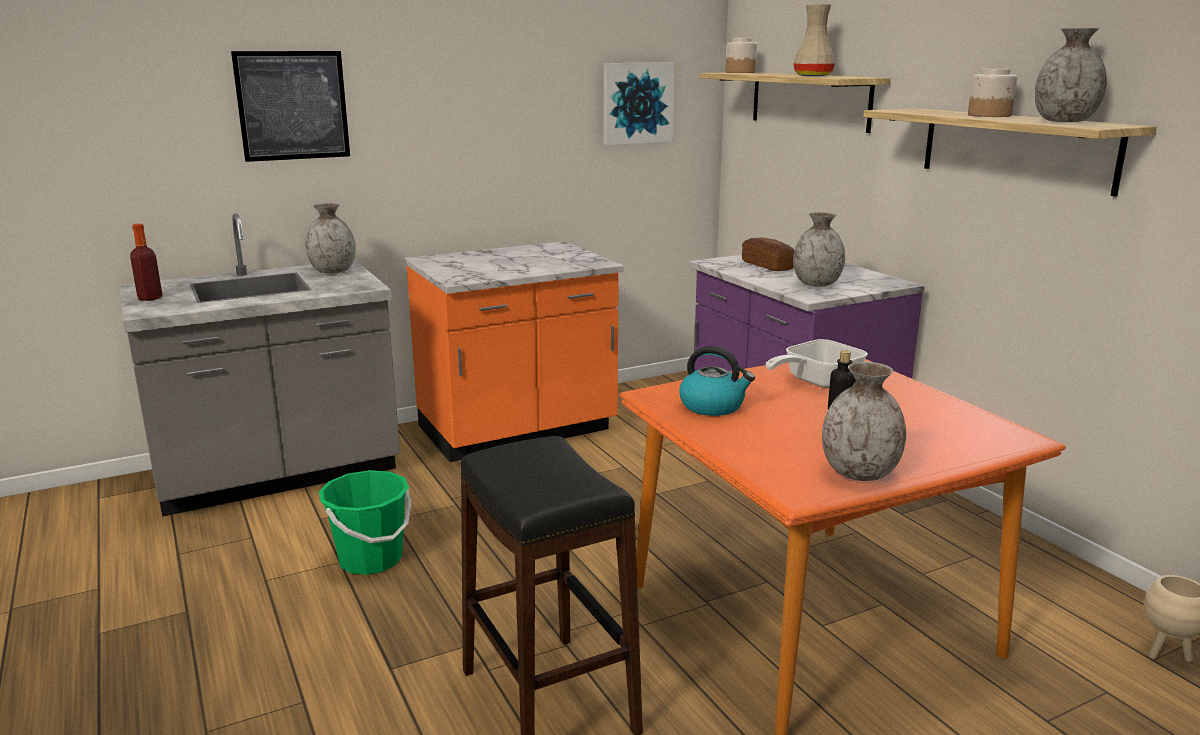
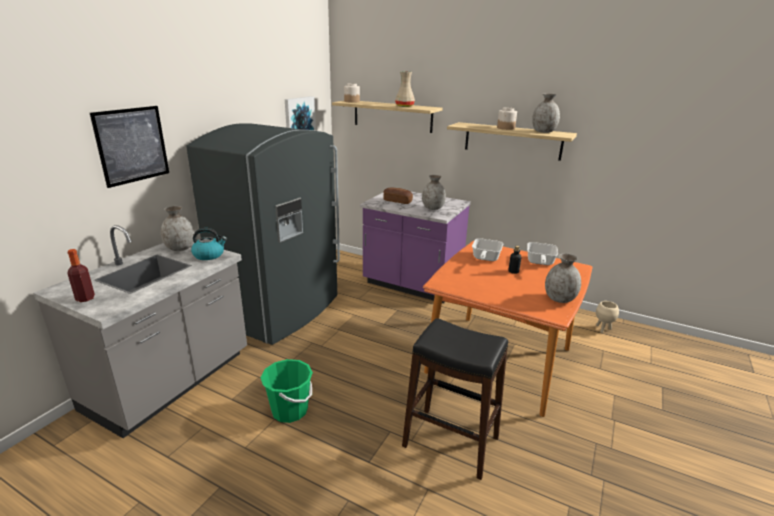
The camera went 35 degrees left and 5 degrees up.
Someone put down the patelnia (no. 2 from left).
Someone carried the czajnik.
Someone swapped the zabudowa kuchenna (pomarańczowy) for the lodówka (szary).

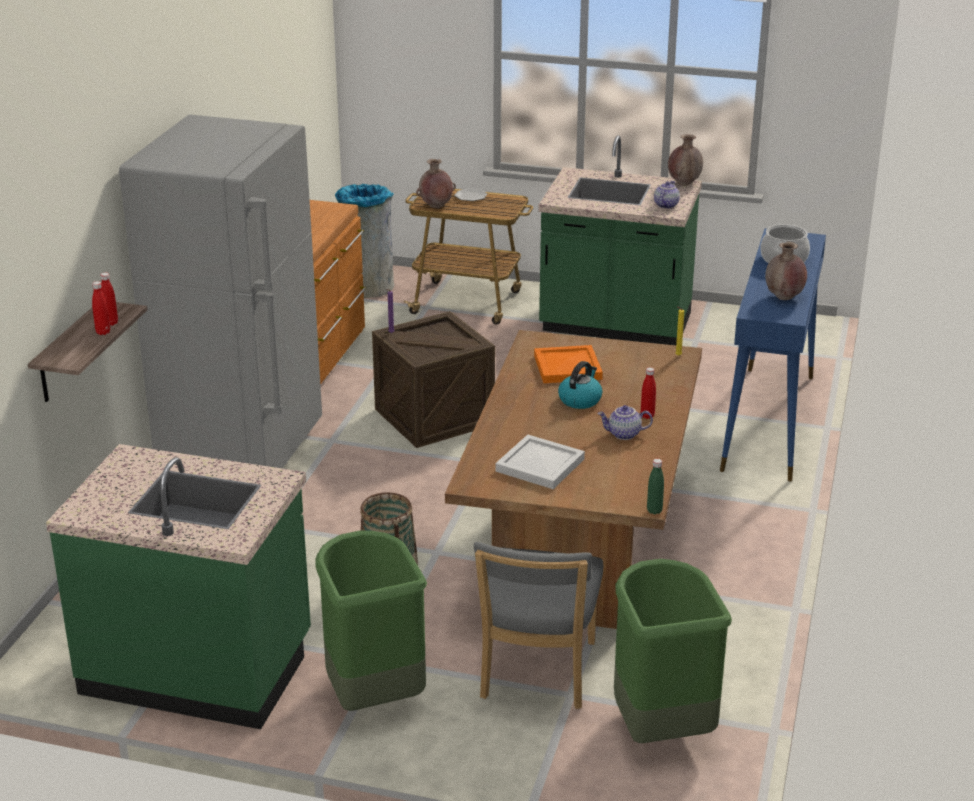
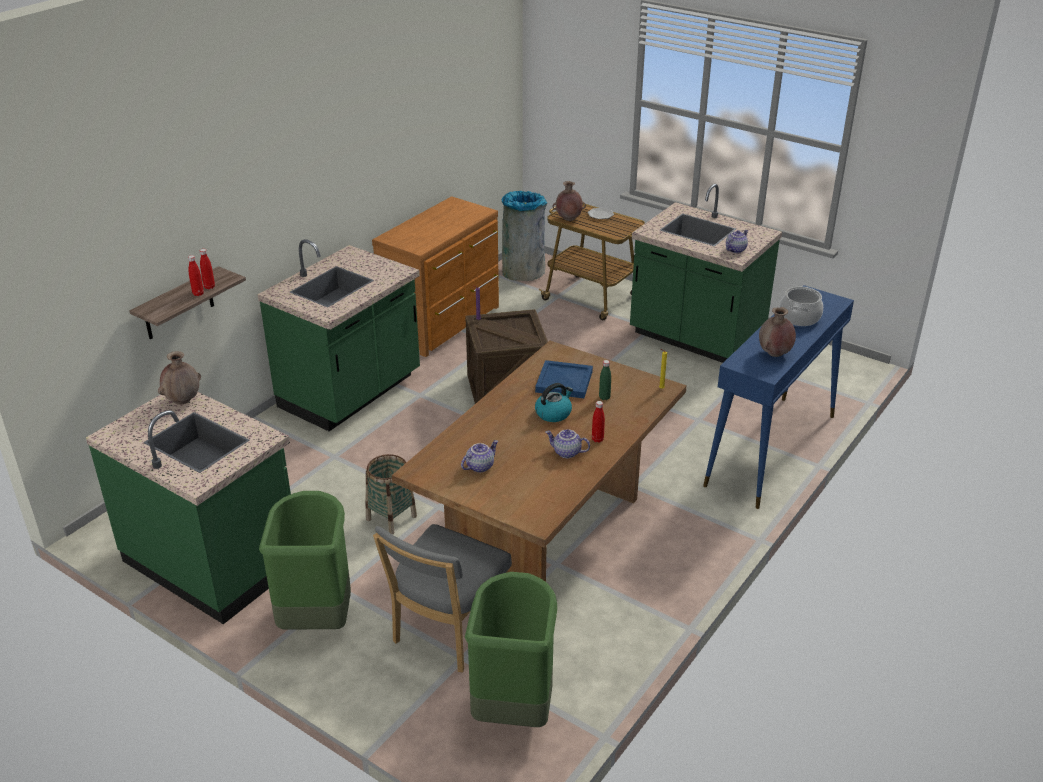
The camera went 20 degrees right and 5 degrees up.
Someone carried the butelka (zielony).
Someone carried the wazon (brązowy) (no. 2 from left in the first image).
Someone swapped the lodówka (szary) for the zabudowa kuchenna (zielony) (no. 2 from left).
Someone swapped the taca (biały) for the imbryk (no. 1 from left).
Someone repainted the taca (pomarańczowy), which became the taca (niebieski).

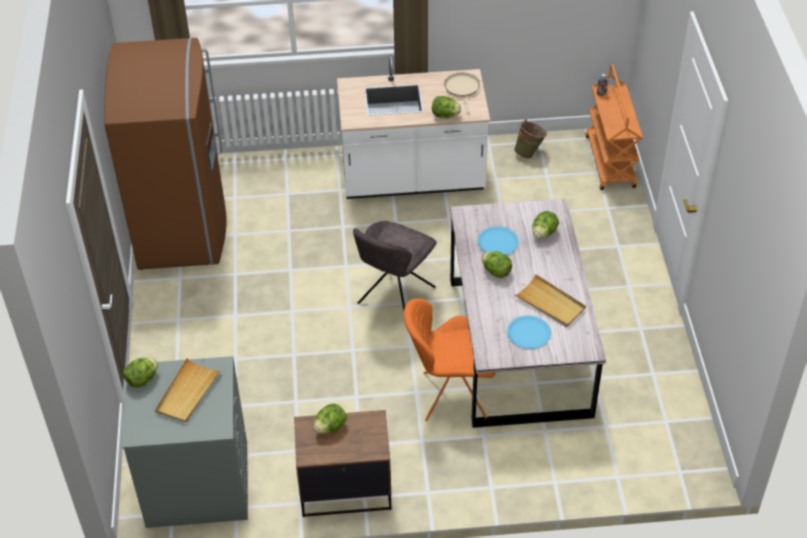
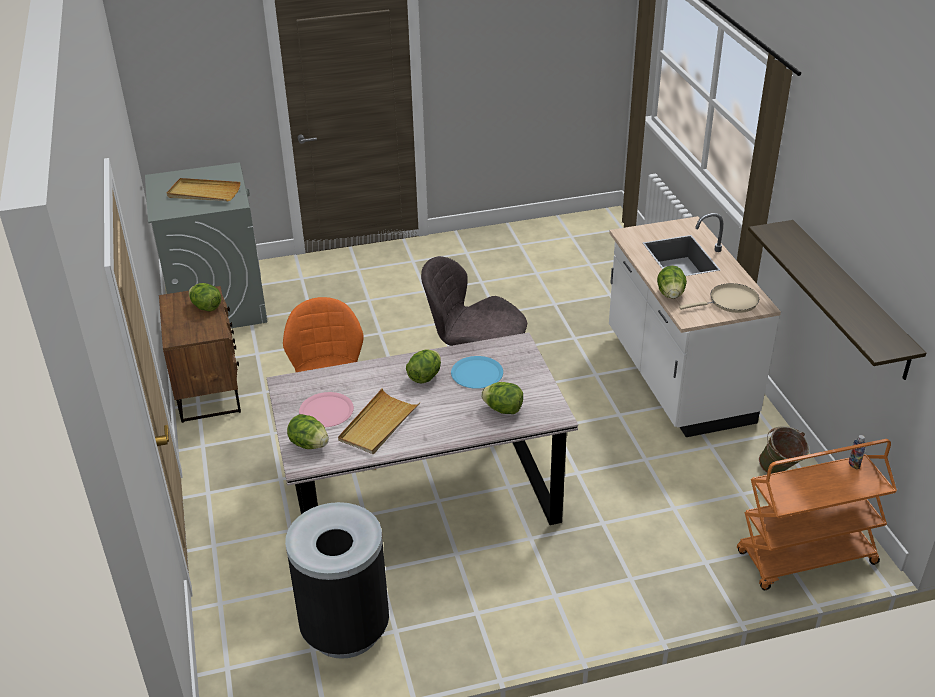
The camera went 80 degrees right and 10 degrees down.
Someone took away the lodówka (brązowy).
Someone put down the kosz na śmieci (czarny).
Someone put up the półka.
Someone carried the sałata (no. 1 from left in the first image).
Someone repainted the talerz (niebieski) (no. 2 from left), which became the talerz (różowy).

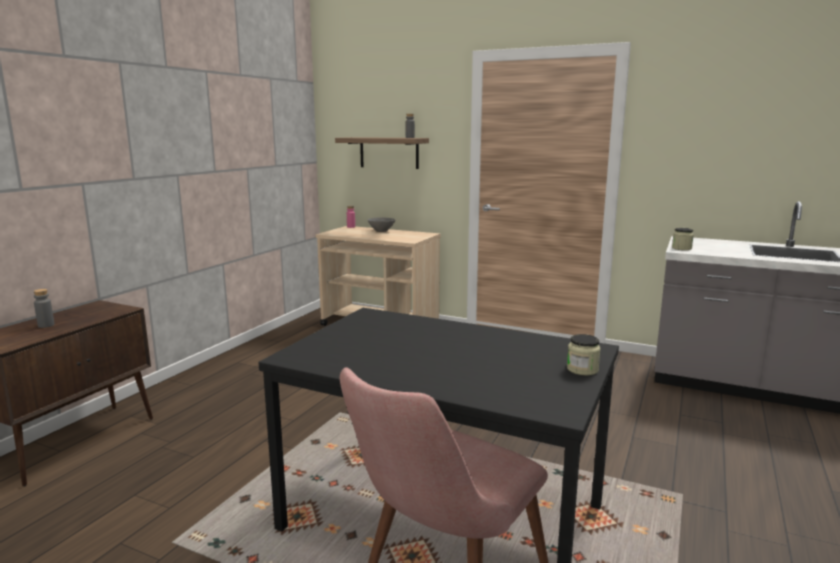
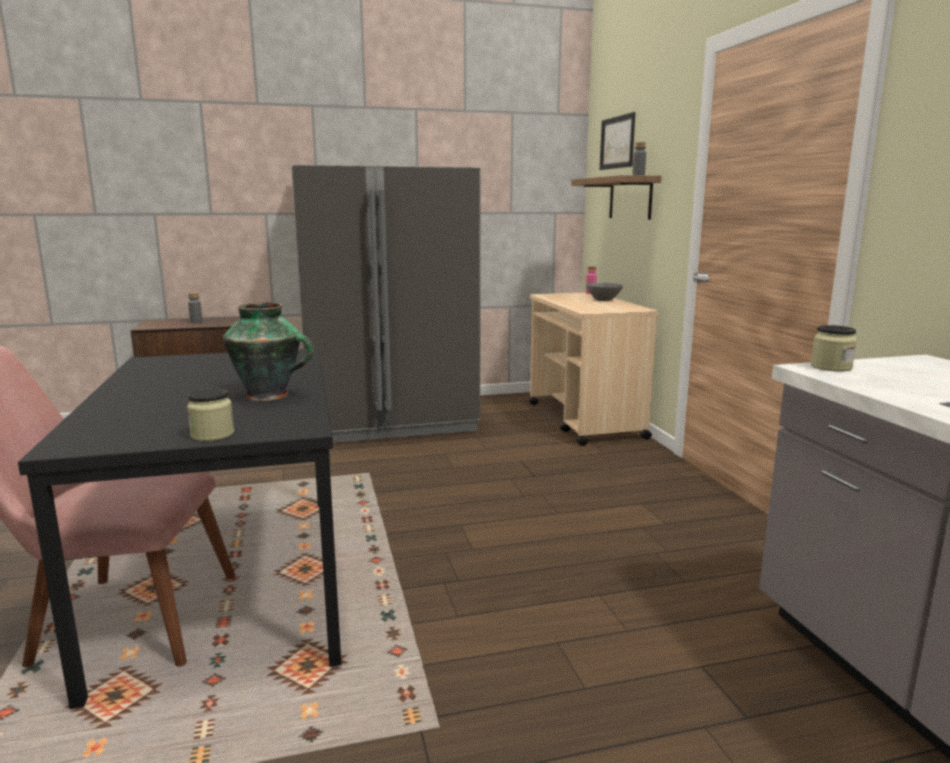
The camera went 50 degrees right and 0 degrees up.
Someone put down the wazon.
Someone put down the lodówka (szary).
Someone put up the obraz.

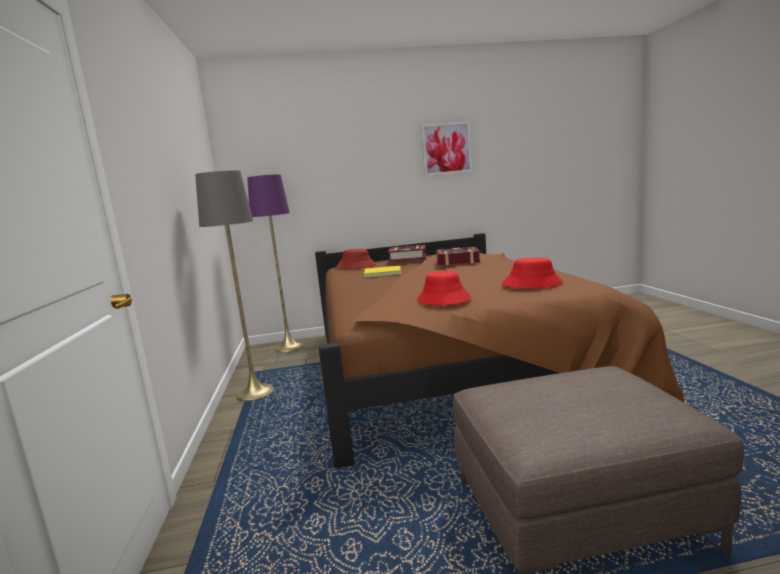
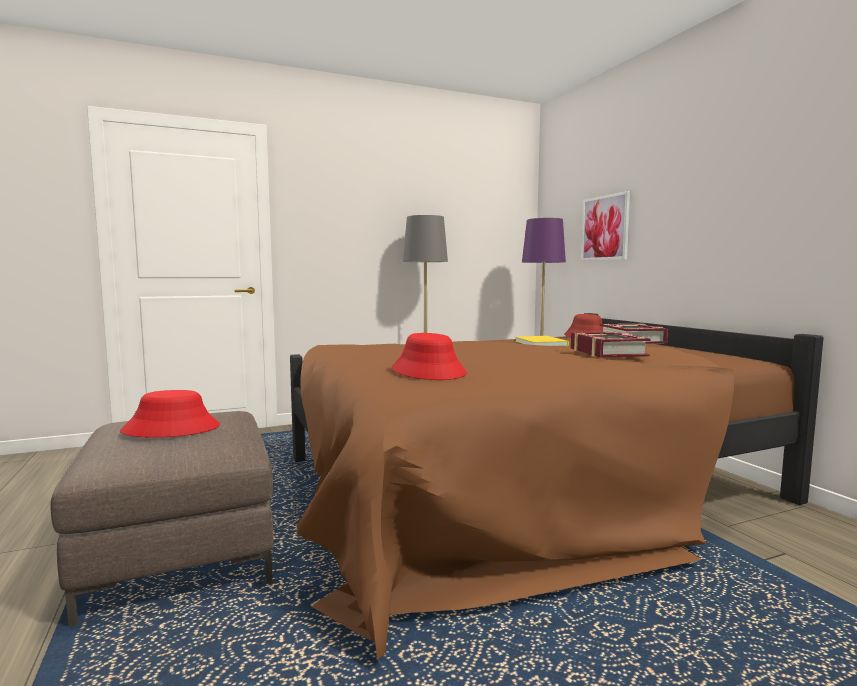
The camera went 75 degrees right and 5 degrees down.
Someone carried the kapelusz (czerwony) (no. 2 from left in the first image).
Someone carried the obraz.

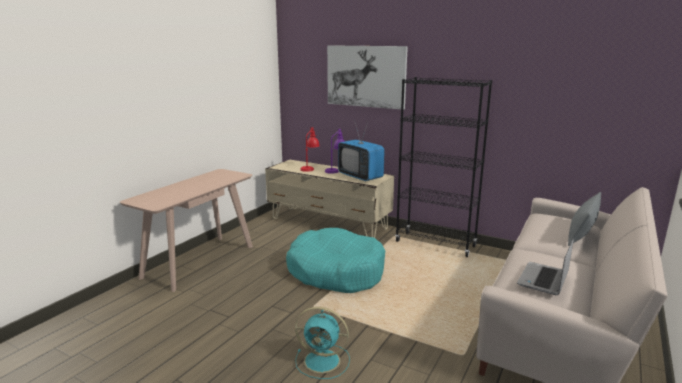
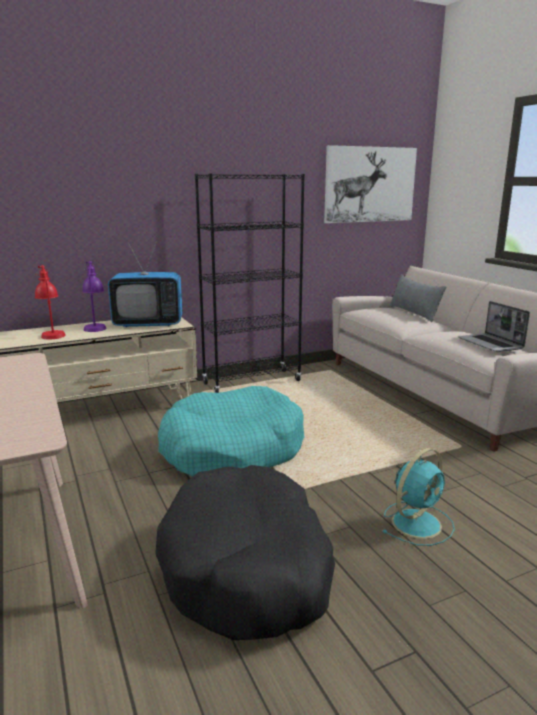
The camera went 55 degrees left and 0 degrees up.
Someone put down the legowisko (czarny).
Someone carried the obraz.

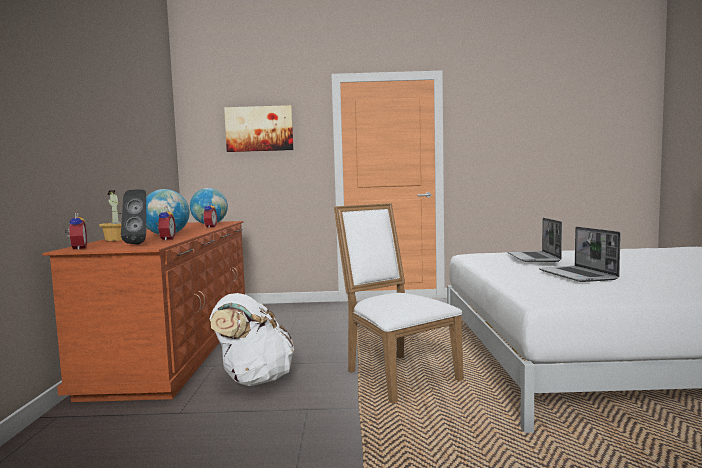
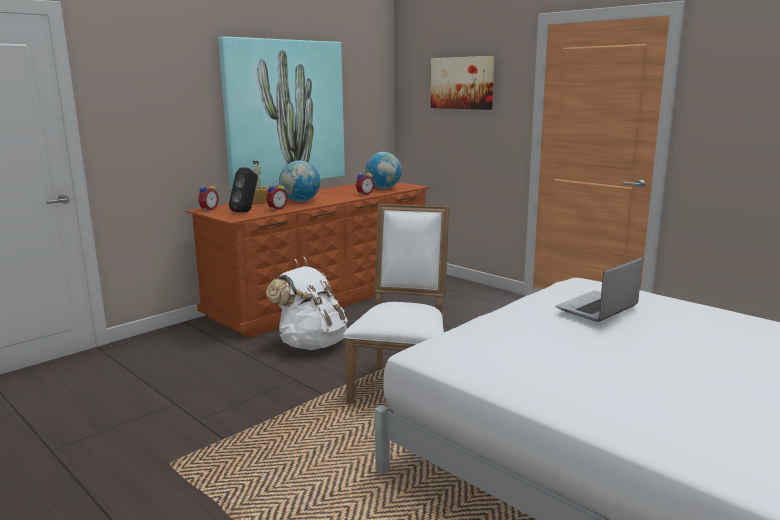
The camera went 45 degrees right and 10 degrees up.
Someone took away the laptop (no. 2 from left).
Someone put up the obraz (no. 1 from left).

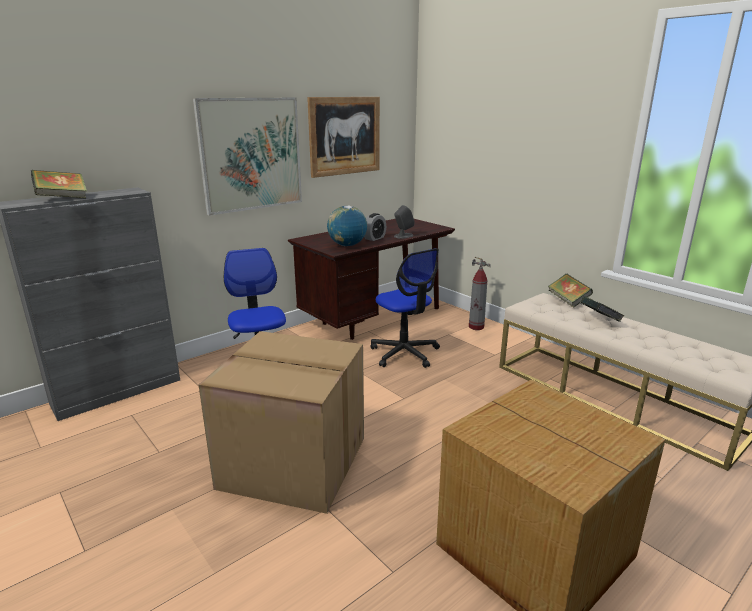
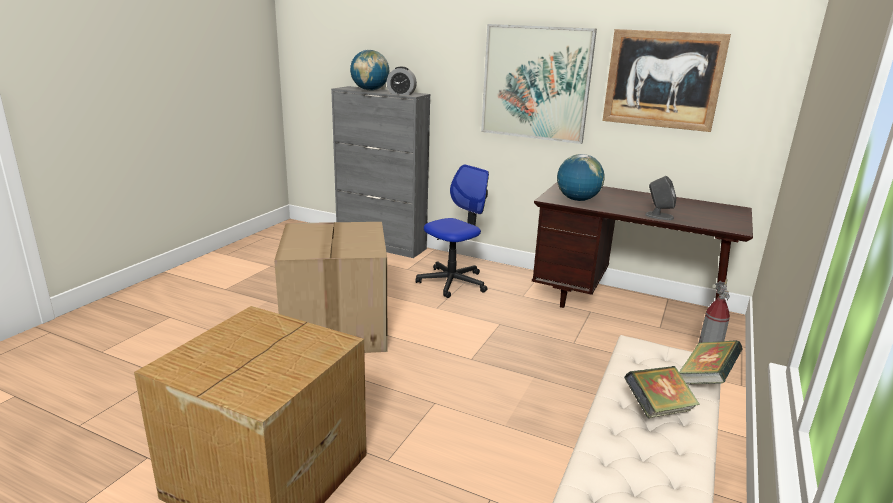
The camera went 65 degrees right and 0 degrees up.
Someone took away the krzesło biurowe (no. 2 from left).
Someone carried the budzik.
Someone swapped the książka (no. 1 from left) for the globus (no. 1 from left).

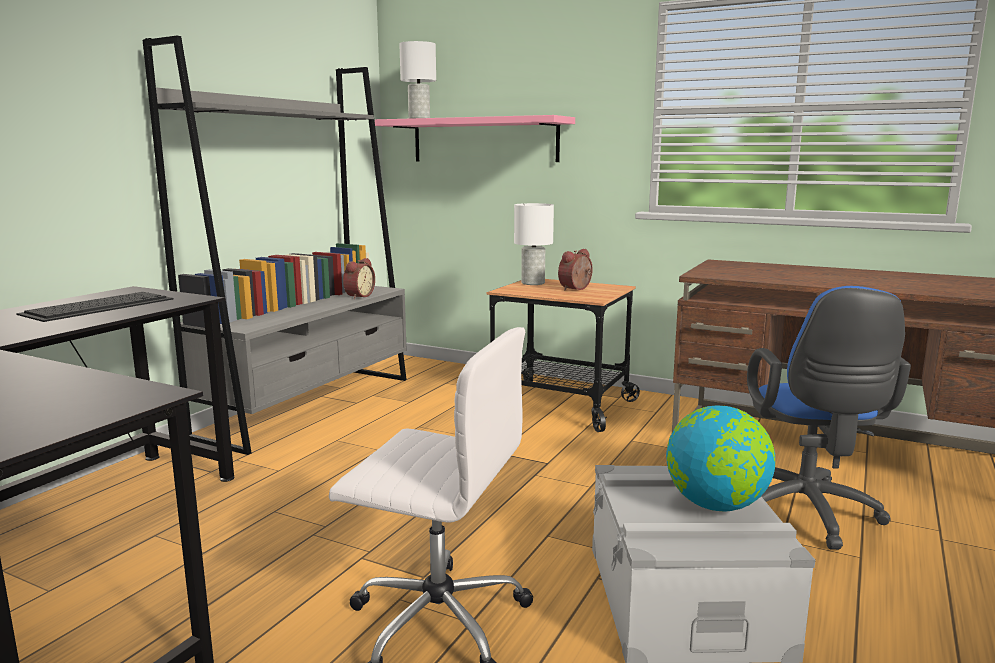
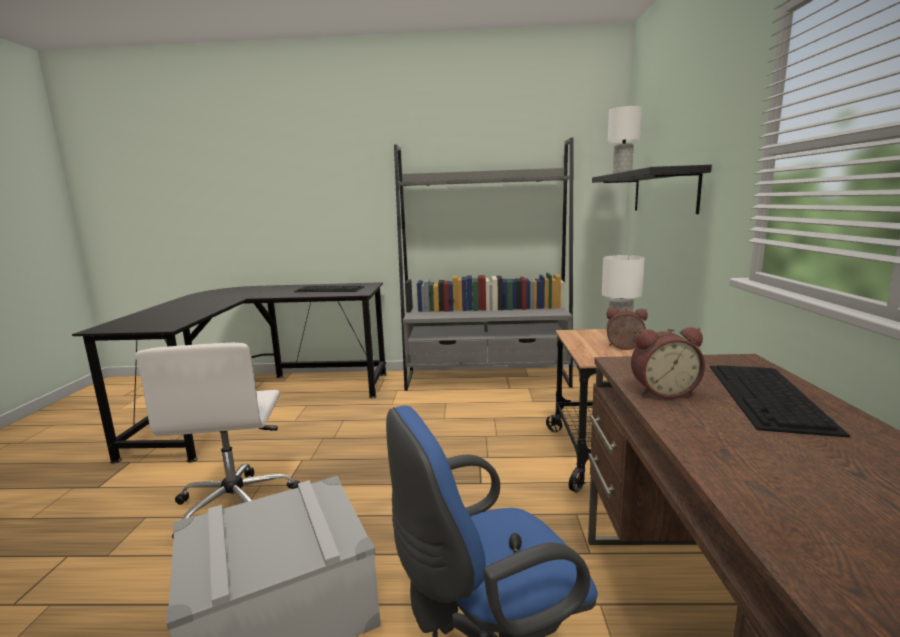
The camera went 65 degrees right and 0 degrees up.
Someone took away the globus.
Someone put down the klawiatura (no. 2 from left).
Someone carried the budzik (no. 1 from left in the first image).
Someone repainted the półka (różowy), which became the półka (czarny).

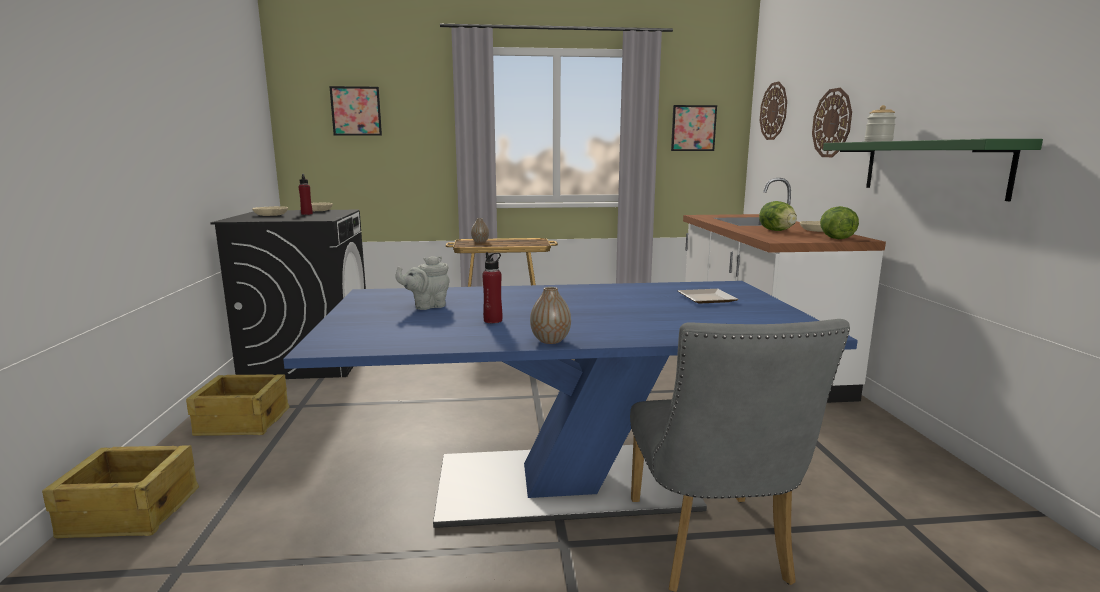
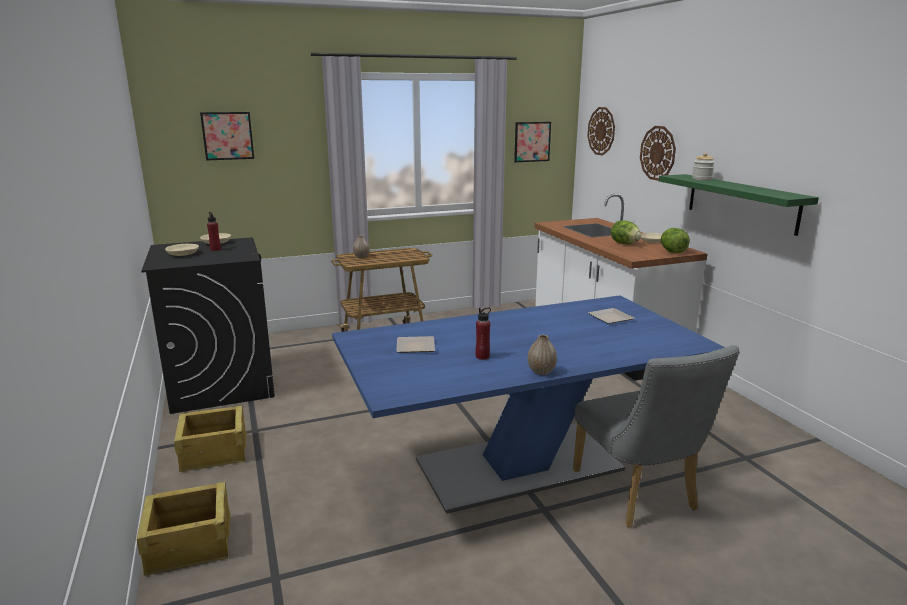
The camera went 15 degrees left and 5 degrees up.
Someone swapped the imbryk (szary) for the talerz (no. 1 from left).

